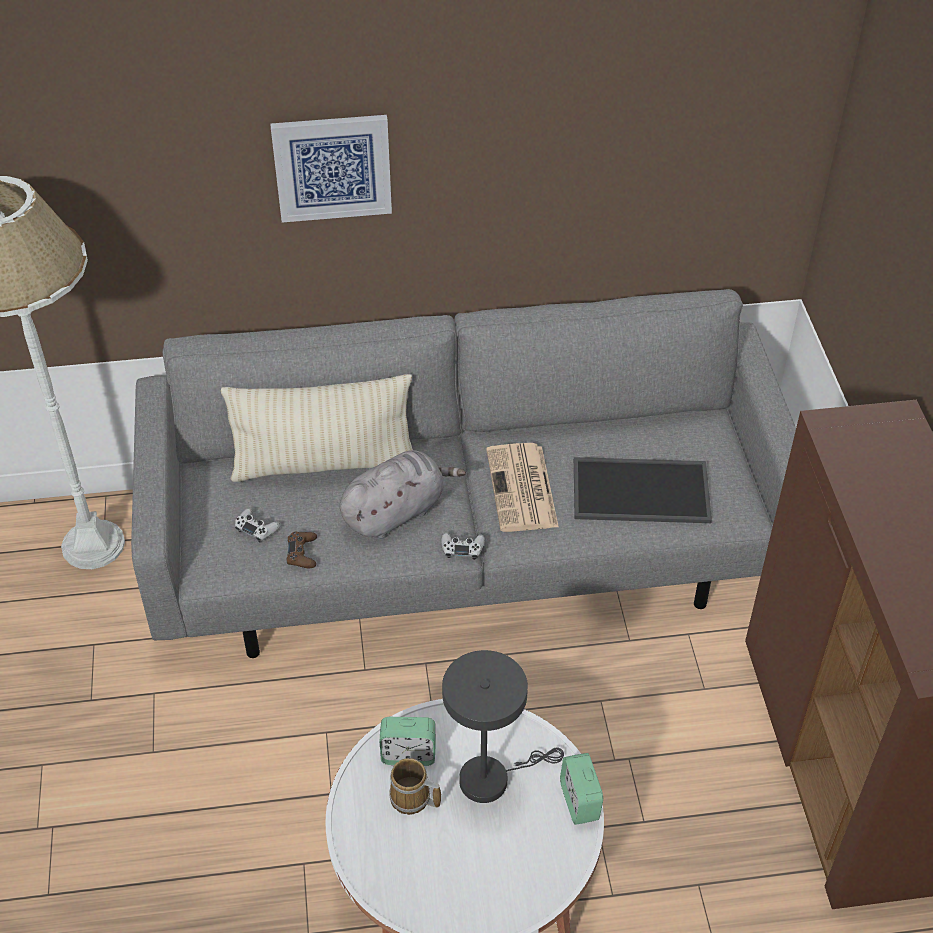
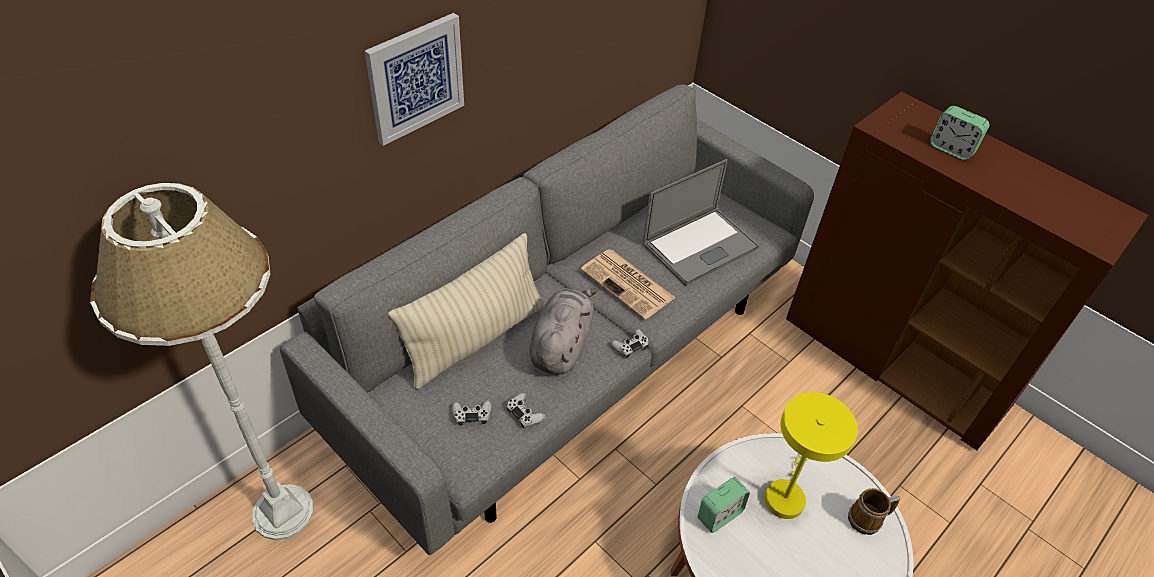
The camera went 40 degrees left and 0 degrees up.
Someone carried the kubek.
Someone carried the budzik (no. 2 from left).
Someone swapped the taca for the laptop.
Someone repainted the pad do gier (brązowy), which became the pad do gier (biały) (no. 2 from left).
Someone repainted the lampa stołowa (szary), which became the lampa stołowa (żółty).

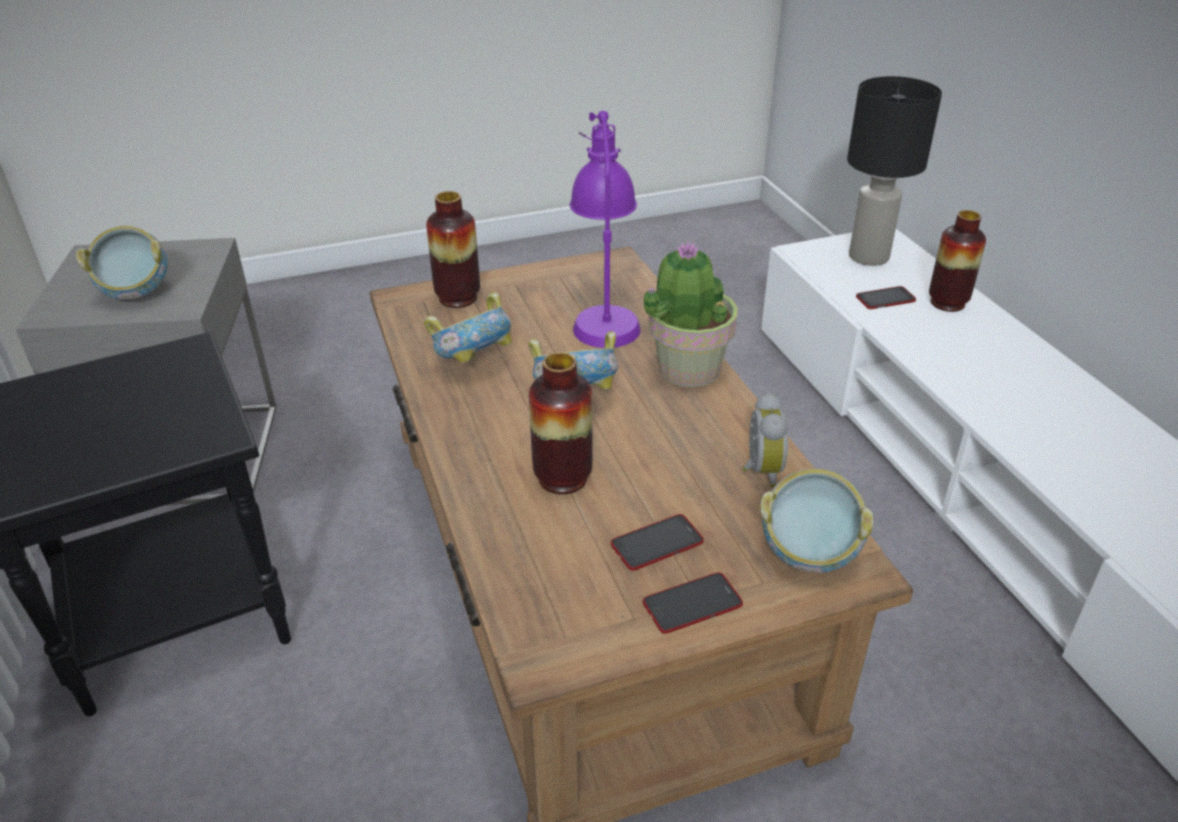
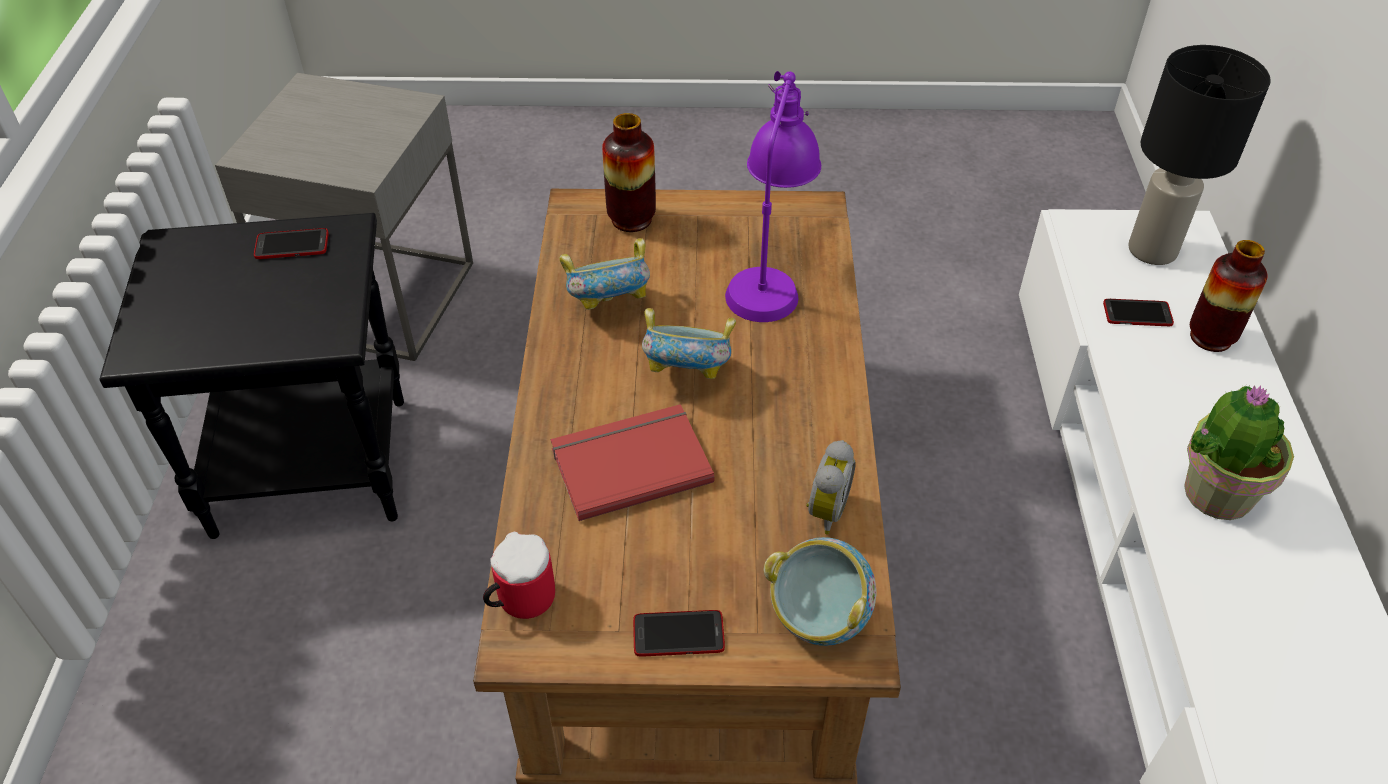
The camera went 20 degrees right and 10 degrees up.
Someone took away the miska (no. 1 from left).
Someone put down the kubek.
Someone carried the telefon (no. 1 from left).
Someone carried the roślina doniczkowa.
Someone swapped the wazon (no. 2 from left) for the książka (czerwony).

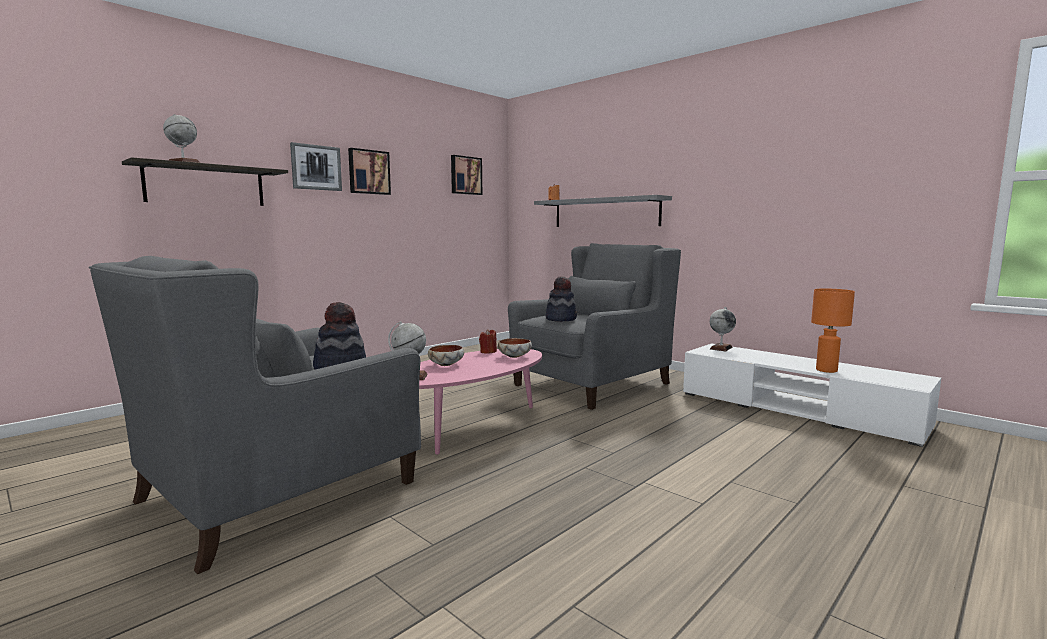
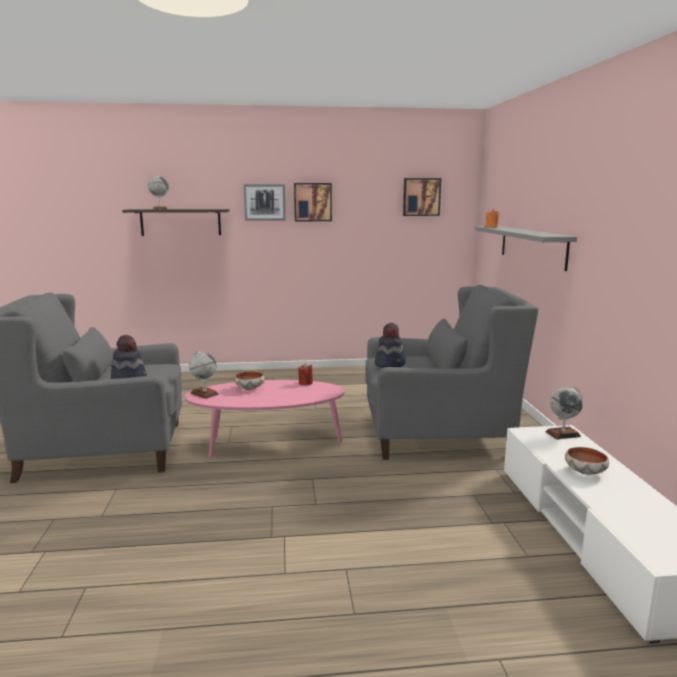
The camera went 40 degrees right and 5 degrees up.
Someone took away the lampa stołowa (pomarańczowy).
Someone carried the miska (no. 2 from left).

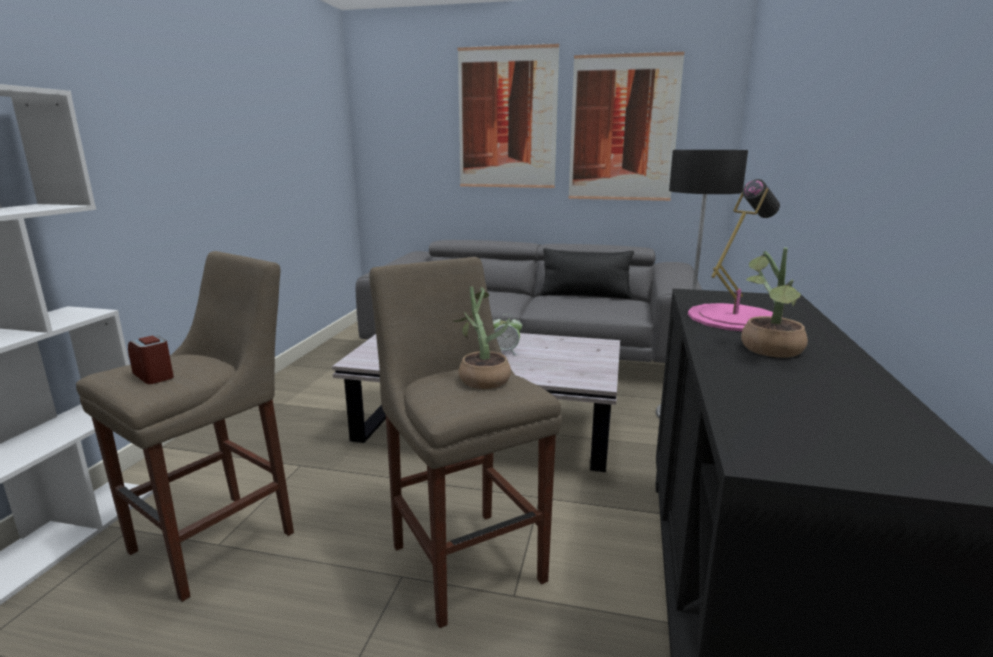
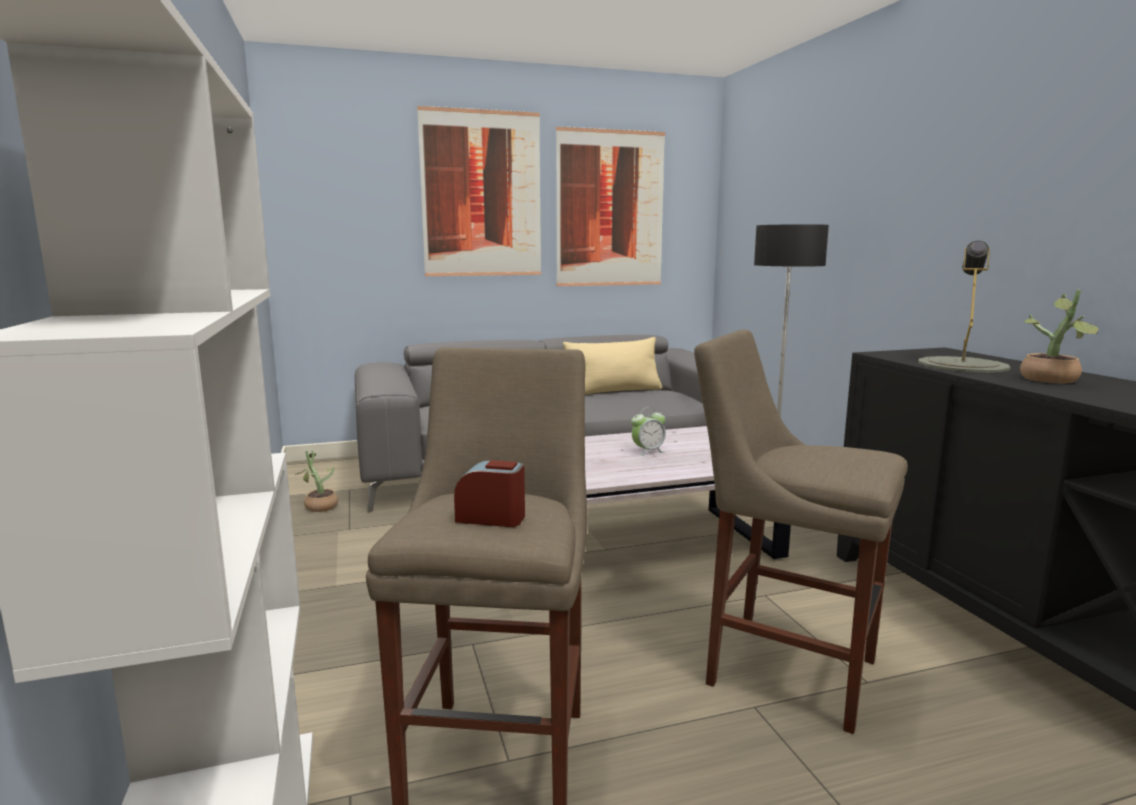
The camera went 30 degrees left and 5 degrees down.
Someone carried the roślina doniczkowa (no. 1 from left).
Someone repainted the poduszka (czarny), which became the poduszka (beżowy).
Someone repainted the lampa stołowa (różowy), which became the lampa stołowa (szary).

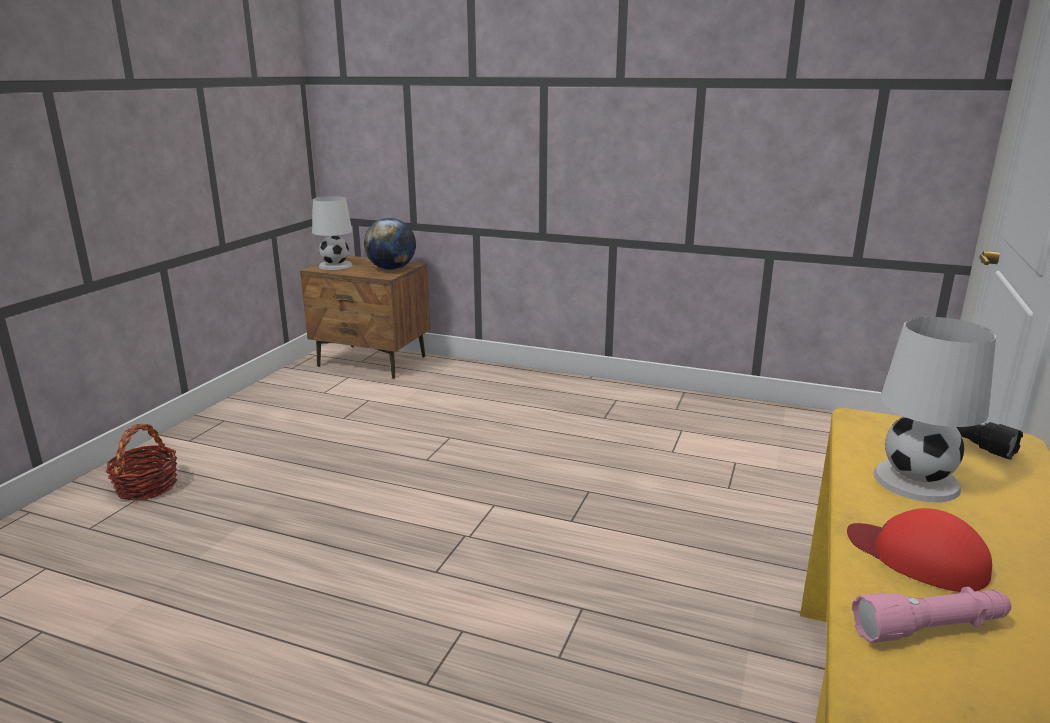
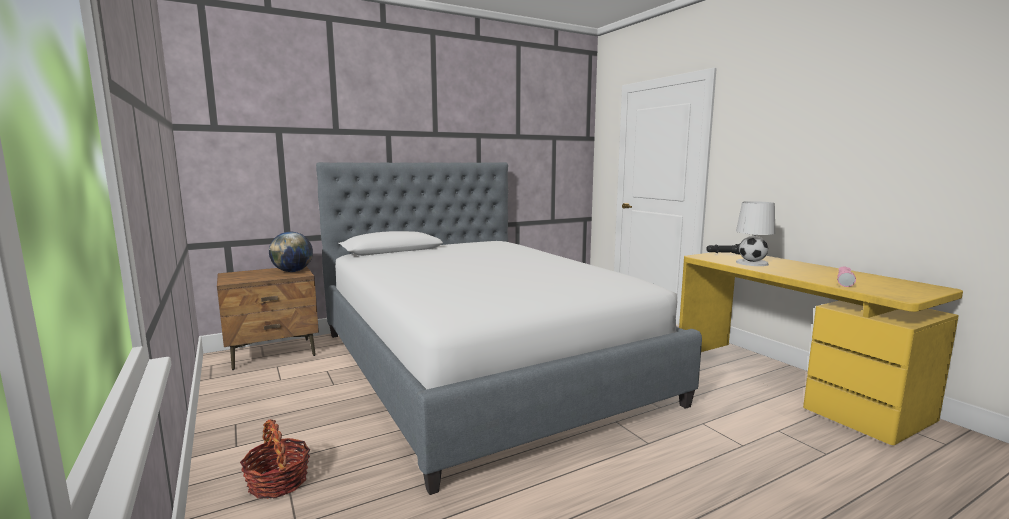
The camera went 50 degrees left and 10 degrees down.
Someone took away the lampa stołowa (biały) (no. 1 from left).
Someone took away the czapka z daszkiem (czerwony).
Someone put down the łóżko.

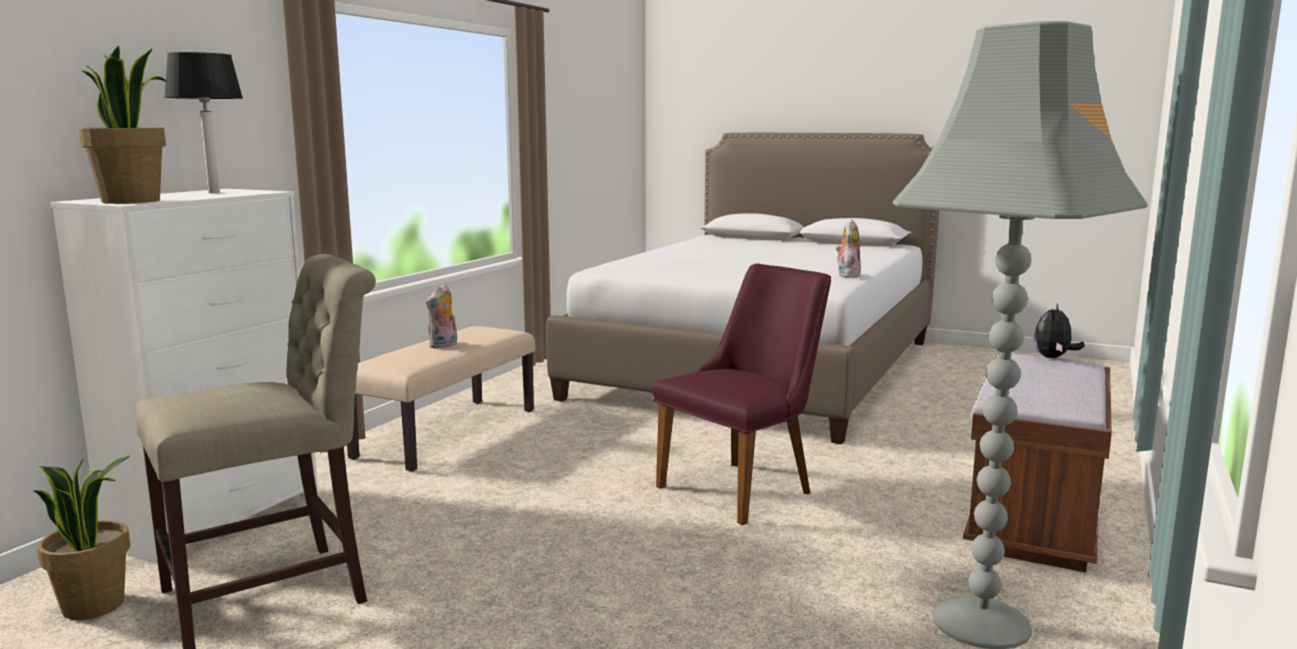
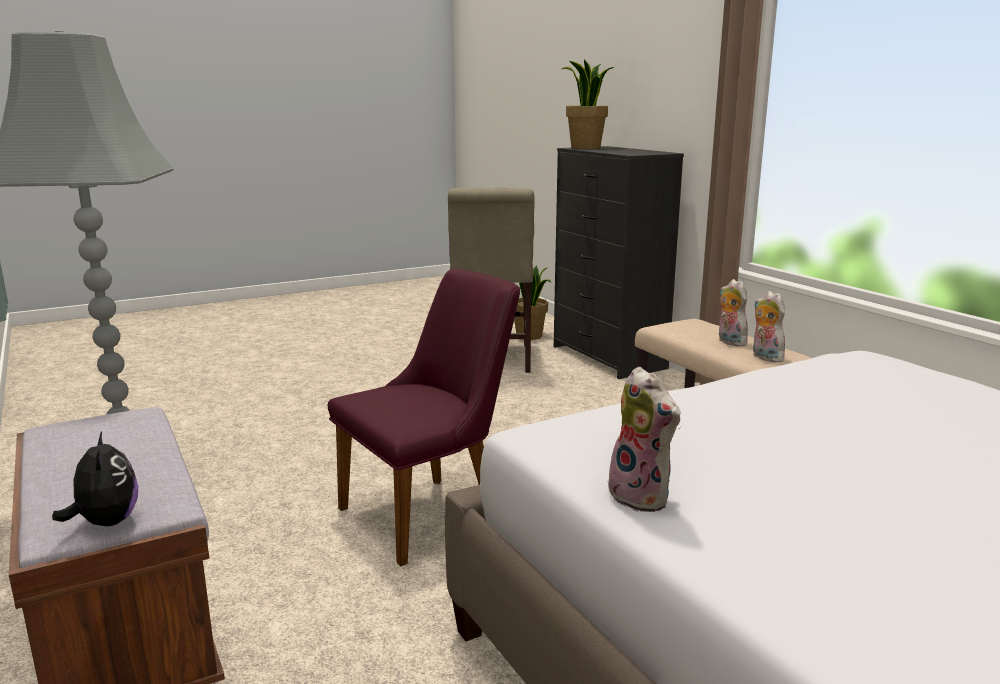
The camera went 125 degrees right and 5 degrees up.
Someone took away the lampa stołowa.
Someone put down the pluszak (no. 4 from left).
Someone repainted the komoda (biały), which became the komoda (czarny).
Someone rotated the krzesło (fioletowy) by 120 degrees counterclockwise.

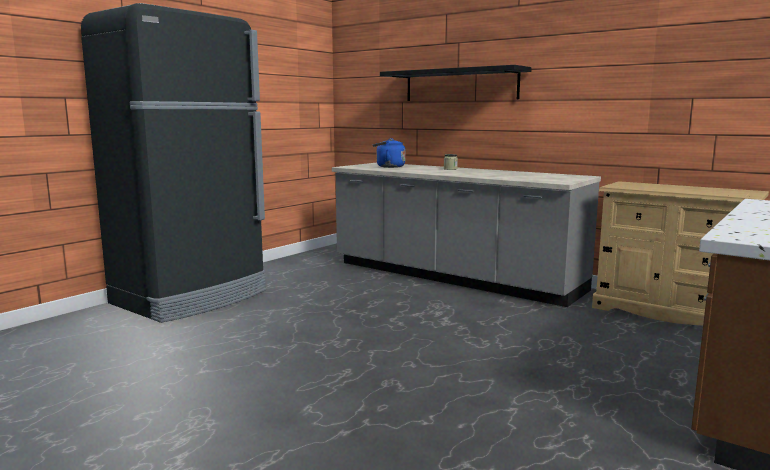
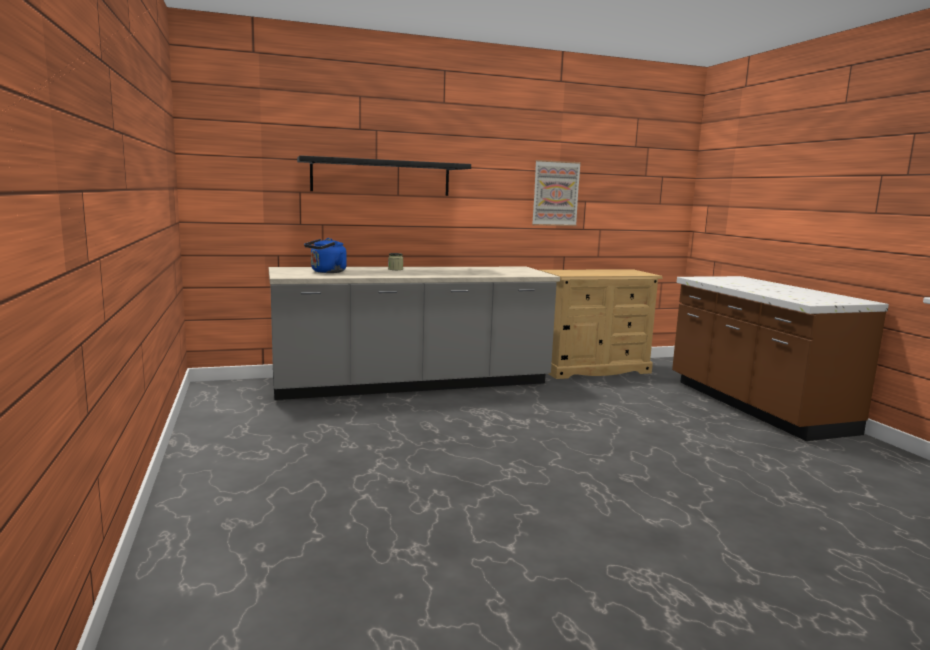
The camera went 55 degrees left and 0 degrees up.
Someone took away the lodówka (czarny).
Someone put up the obraz.

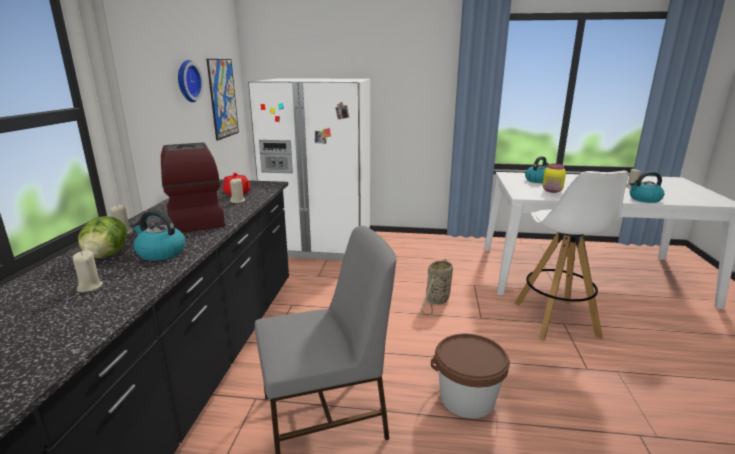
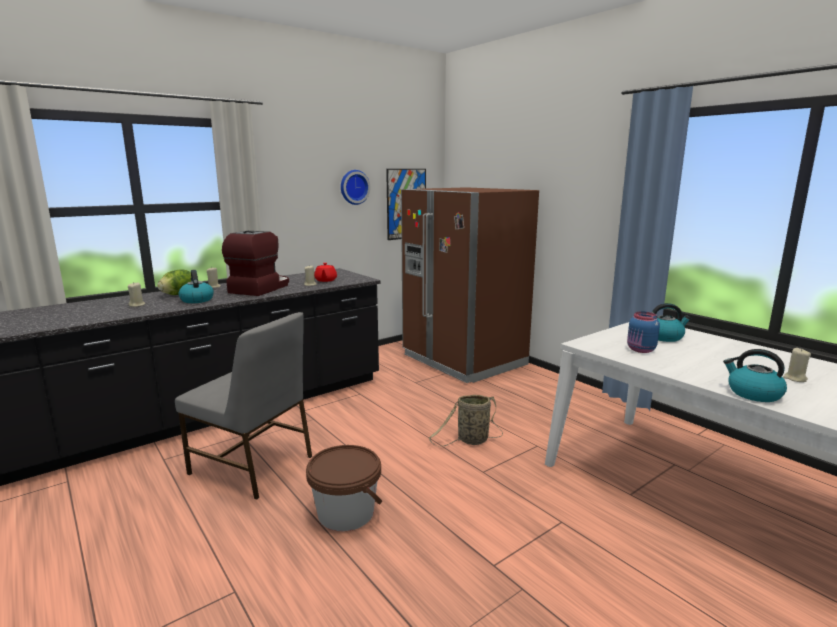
The camera went 45 degrees right and 5 degrees down.
Someone took away the stołek (biały).
Someone repainted the lodówka (biały), which became the lodówka (brązowy).
Someone repainted the słoik (żółty), which became the słoik (niebieski).

